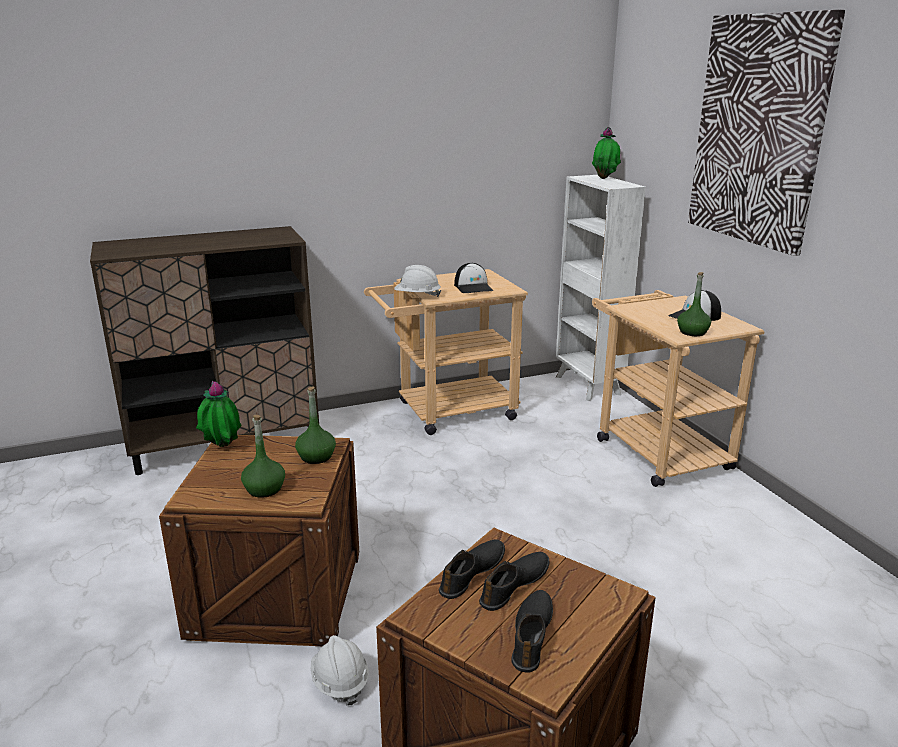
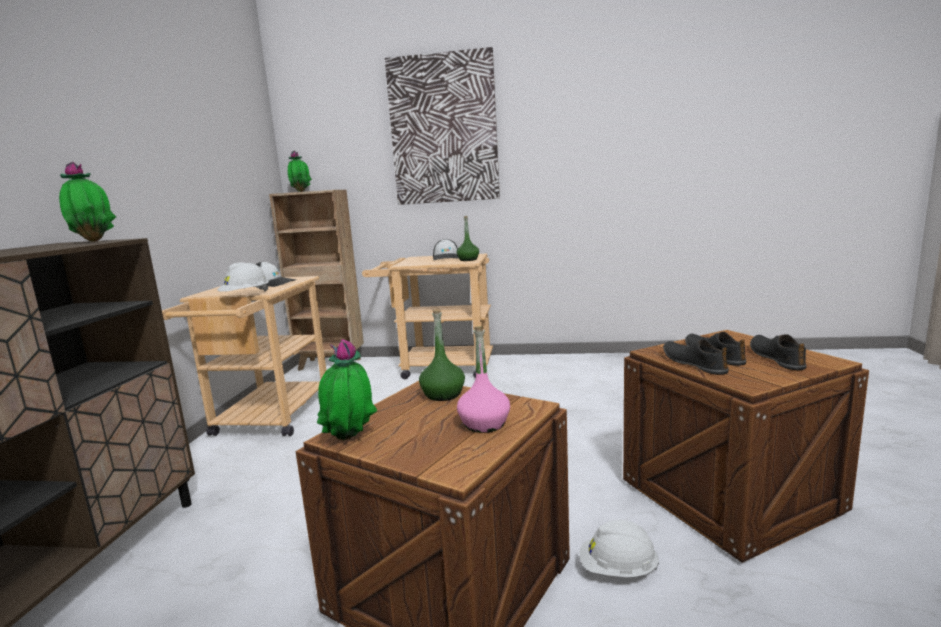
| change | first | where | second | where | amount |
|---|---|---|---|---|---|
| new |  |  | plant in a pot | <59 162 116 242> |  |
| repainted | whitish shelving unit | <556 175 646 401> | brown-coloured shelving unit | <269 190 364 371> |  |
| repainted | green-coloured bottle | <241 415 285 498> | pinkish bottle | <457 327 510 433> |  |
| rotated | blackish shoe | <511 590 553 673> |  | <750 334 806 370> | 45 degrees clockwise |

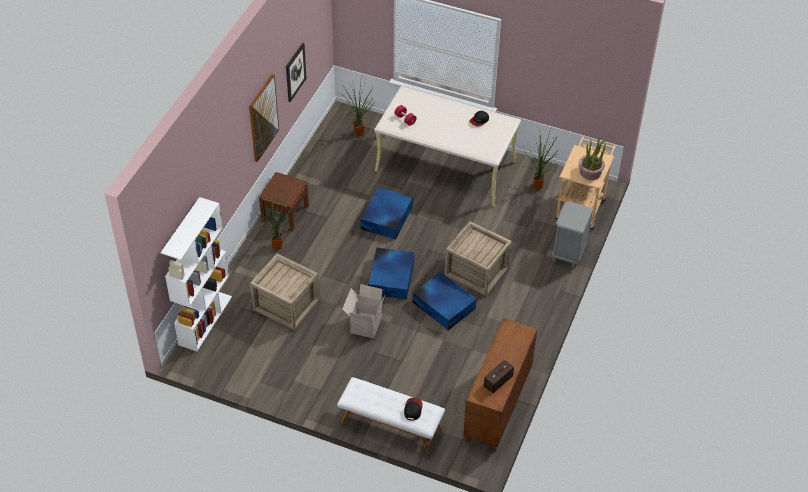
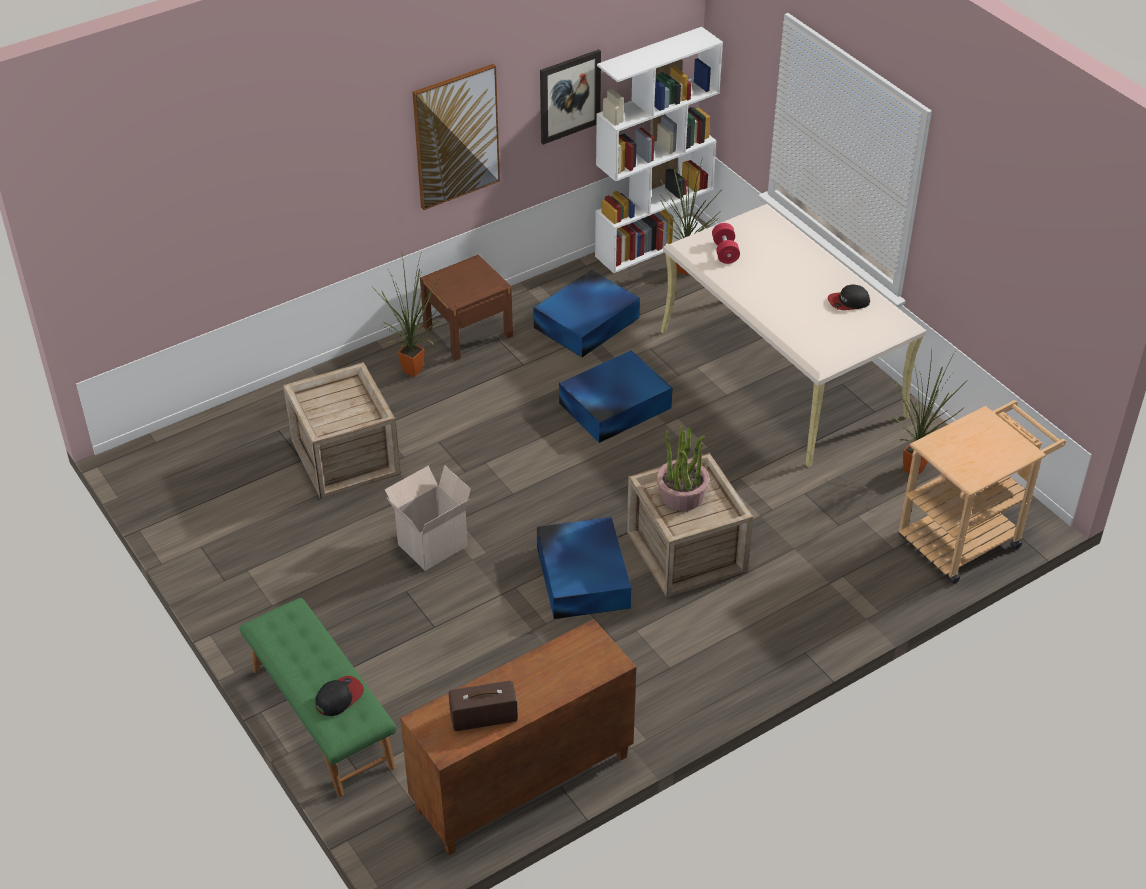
| change | first | where | second | where | amount |
|---|---|---|---|---|---|
| repainted | whitish long seat | <337 377 445 454> | green-coloured long seat | <239 598 396 797> |  |
| shifted | bluish storage container | <368 248 415 299> |  | <533 270 640 357> |  |
| shifted | whitish shelving unit | <161 197 232 352> |  | <595 27 723 273> |  |
| shifted | plant in a pot | <579 138 607 180> |  | <656 425 709 511> |  |
| gone | greyish nightstand | <552 201 594 268> |  |  |  |

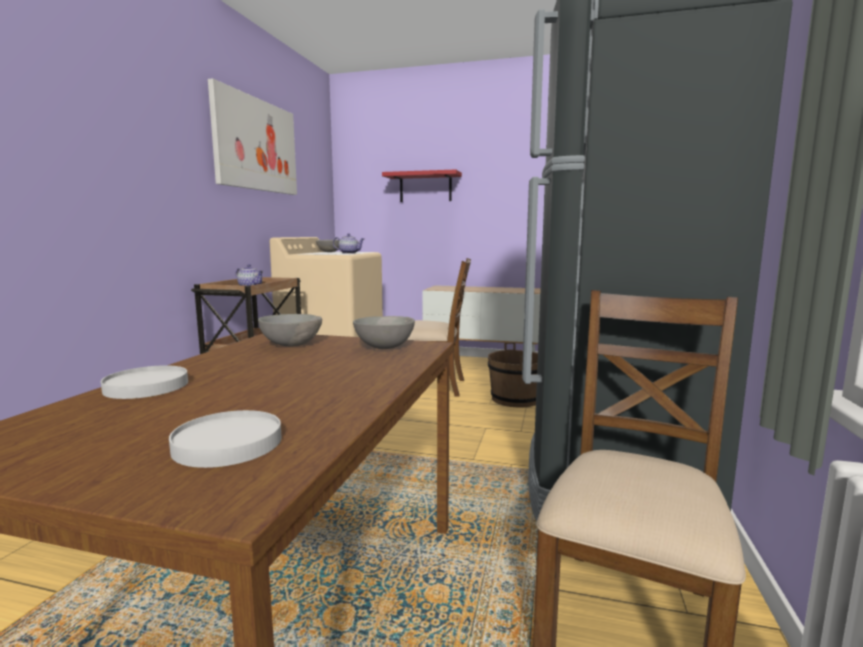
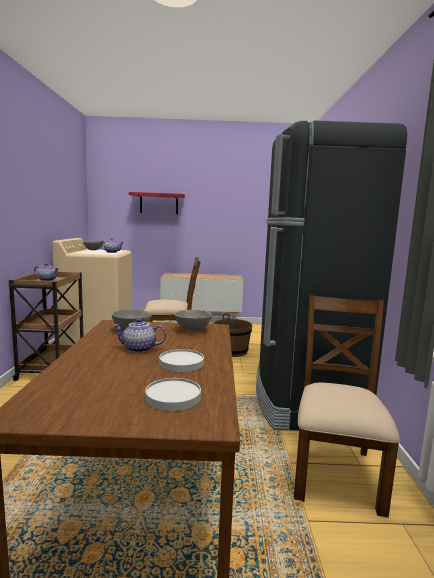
| change | first | where | second | where | amount |
|---|---|---|---|---|---|
| new |  |  | tea pot | <113 318 166 353> |  |
| shifted | whitish dinner plate | <101 365 188 399> |  | <159 349 204 372> |  |
| gone | picture | <208 78 297 195> |  |  |  |

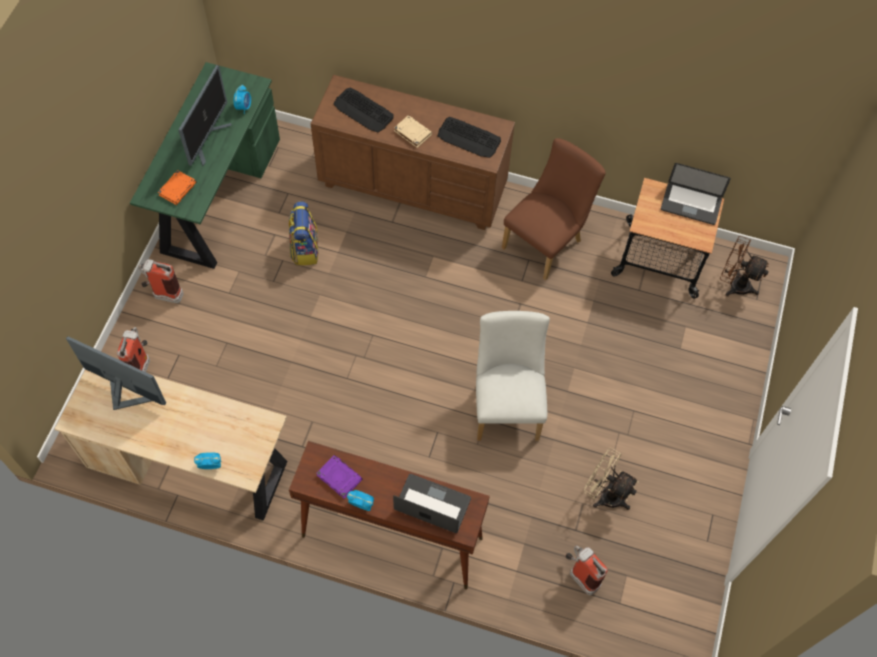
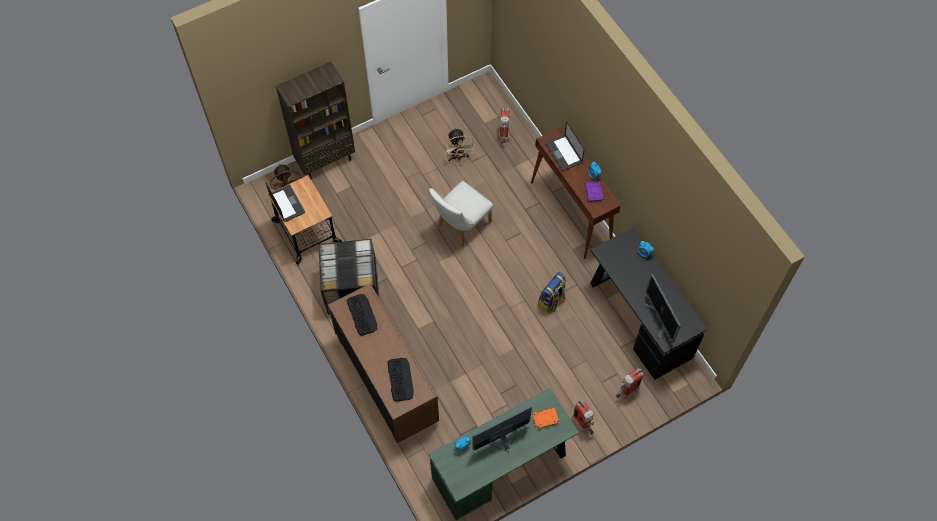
| change | first | where | second | where | amount |
|---|---|---|---|---|---|
| new |  |  | brown-coloured shelving unit | <276 62 355 179> |  |
| swapped | brown-coloured plain chair | <502 138 606 280> | storage container | <319 239 379 314> |  |
| shifted | rucksack | <289 201 318 265> |  | <538 272 567 314> |  |
| repainted | sand-coloured desk unit | <55 369 288 521> | blackish desk unit | <590 228 708 380> |  |
| gone | sand-coloured volume | <394 115 432 148> |  |  |  |

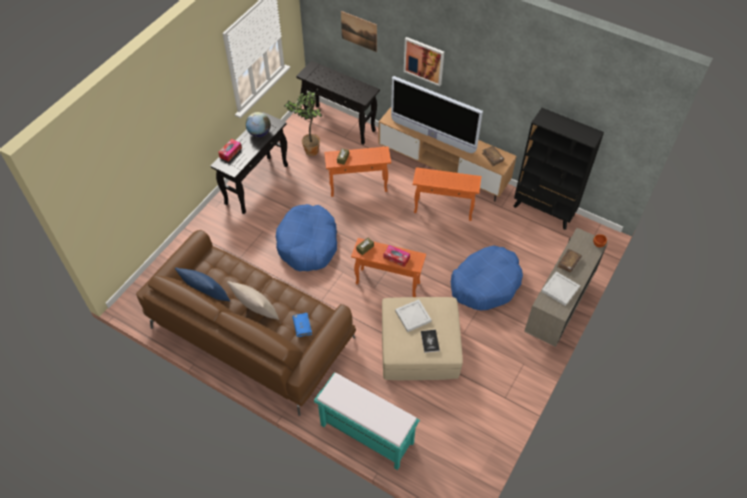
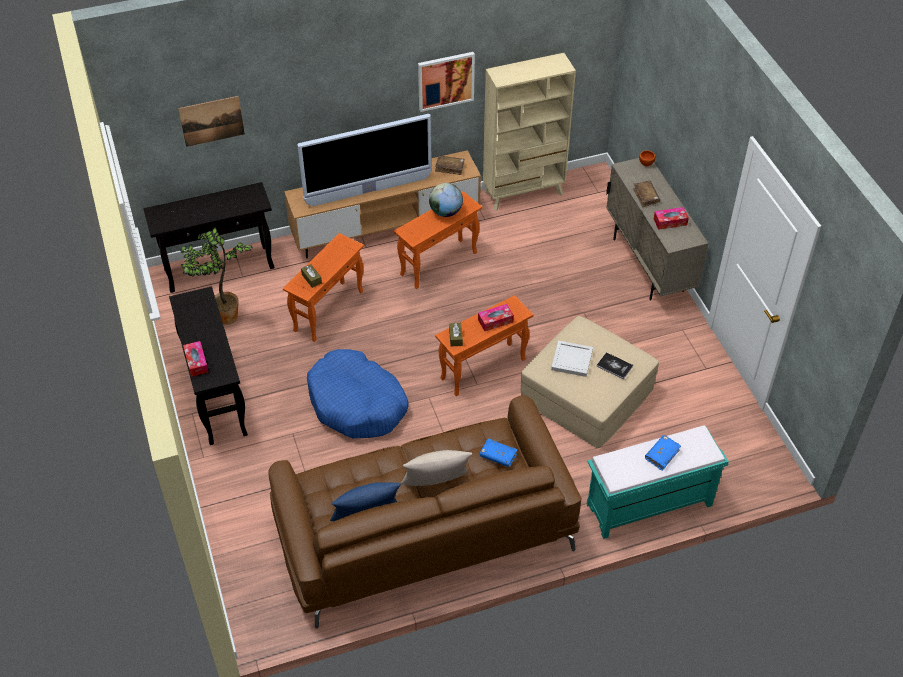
| change | first | where | second | where | amount |
|---|---|---|---|---|---|
| shifted | picture | <404 37 444 86> |  | <418 52 475 112> |  |
| shifted | globe | <246 112 271 137> |  | <429 183 463 217> |  |
| repainted | blackish shelving unit | <514 108 604 230> | sand-coloured shelving unit | <483 53 576 211> |  |
| new |  |  | bluish volume | <645 435 681 471> |  |
| swapped | whitish carrying tray | <541 272 580 306> | tissue box | <654 207 689 230> |  |
| gone | bluish dog bed | <451 245 523 310> |  |  |  |

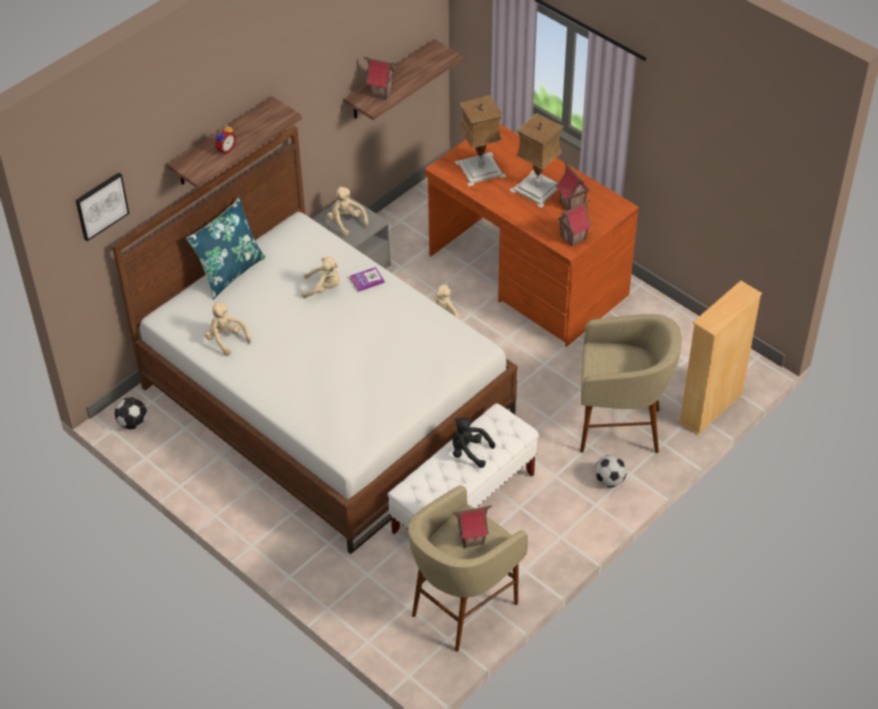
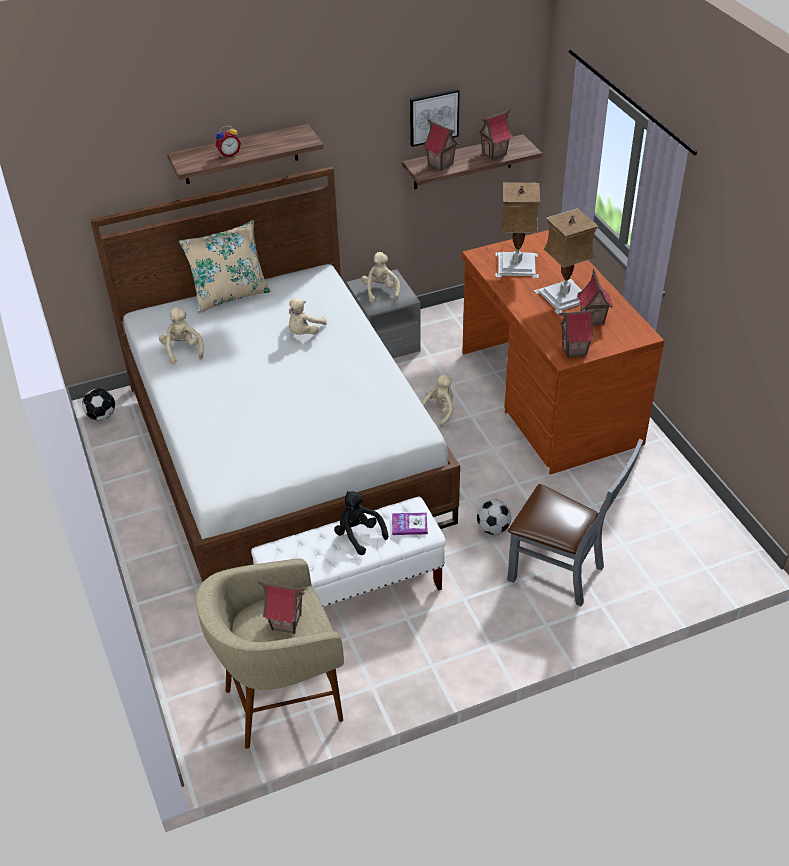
| change | first | where | second | where | amount |
|---|---|---|---|---|---|
| repainted | bluish throw pillow | <186 197 265 299> | sand-coloured throw pillow | <179 220 270 313> |  |
| rotated | sand-coloured soft toy | <302 257 340 298> |  | <288 298 327 335> | 90 degrees clockwise |
| shifted | volume | <350 267 385 292> |  | <392 512 428 535> |  |
| shifted | picture | <75 172 129 241> |  | <410 89 460 147> |  |
| shifted | football | <595 455 627 487> |  | <477 499 511 535> |  |
| new |  |  | toy house | <478 109 513 160> |  |
| swapped | sand-coloured stool | <580 314 682 453> | greyish plain chair | <507 439 643 607> |  |
| gone | sand-coloured shelving unit | <678 280 762 435> |  |  |  |

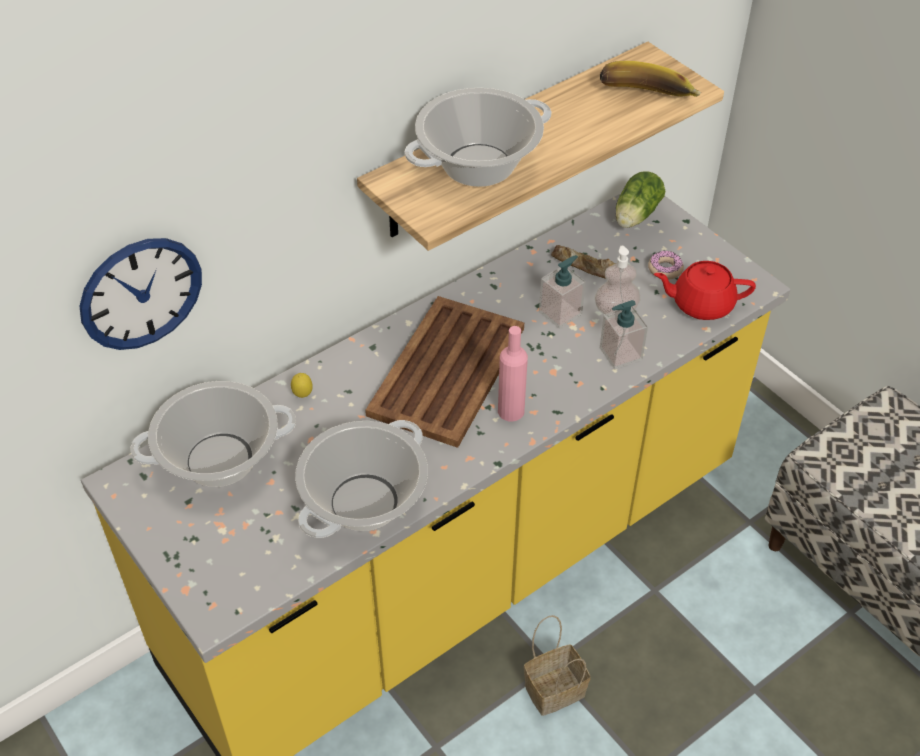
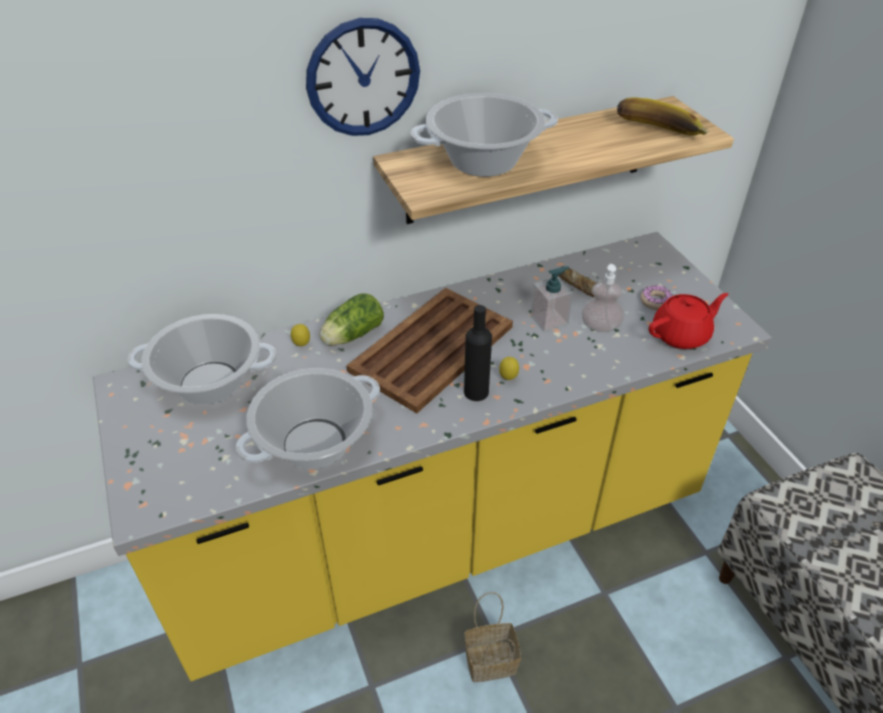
| change | first | where | second | where | amount |
|---|---|---|---|---|---|
| shifted | clock on the wall | <79 238 202 350> |  | <306 18 420 136> |  |
| shifted | lettuce head | <616 171 665 228> |  | <319 293 384 346> |  |
| repainted | pinkish bottle | <498 326 528 422> | blackish bottle | <464 305 492 401> |  |
| new |  |  | lemon | <499 357 519 380> |  |
| rotated | reddish tea pot | <654 261 756 320> |  | <649 293 729 349> | 135 degrees clockwise |
| gone | soap dispenser | <600 300 648 369> |  |  |  |

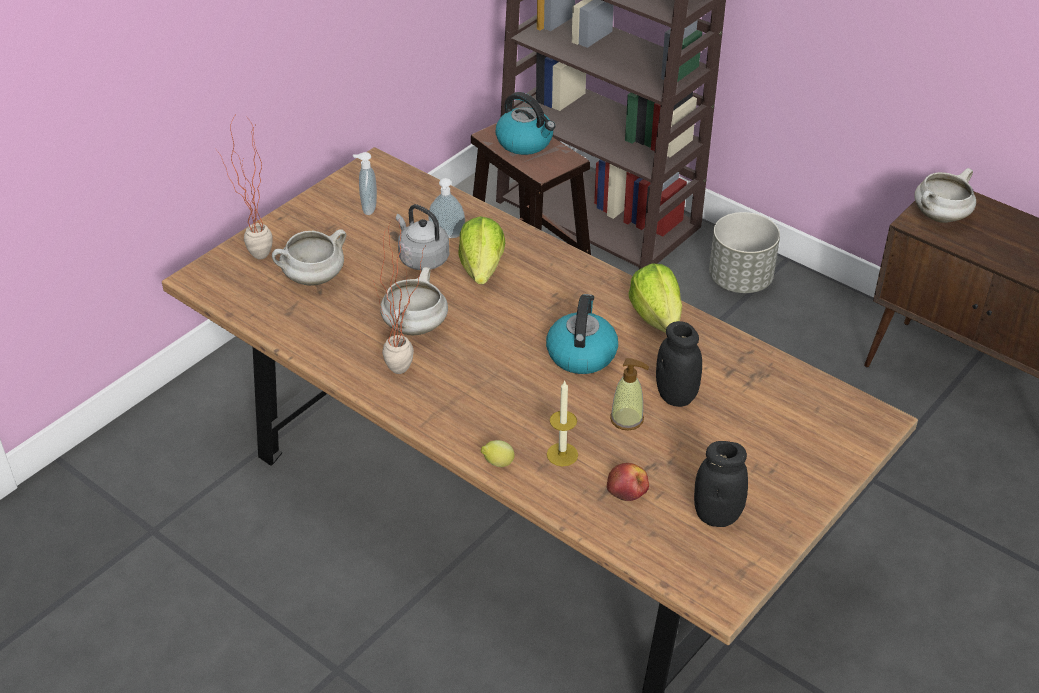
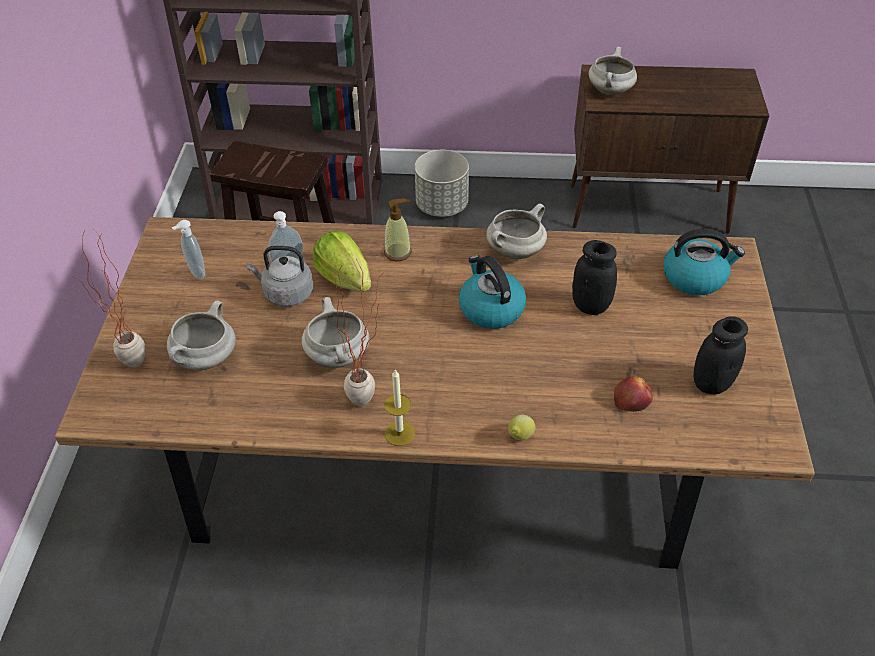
| change | first | where | second | where | amount |
|---|---|---|---|---|---|
| shifted | soap dispenser | <610 358 649 431> |  | <384 199 412 261> |  |
| shifted | wax candle | <547 380 578 466> |  | <384 369 415 446> |  |
| swapped | lettuce head | <629 264 682 333> | whitish saucepot | <486 204 547 260> |  |
| shifted | tea kettle | <496 92 555 155> |  | <664 229 745 296> |  |

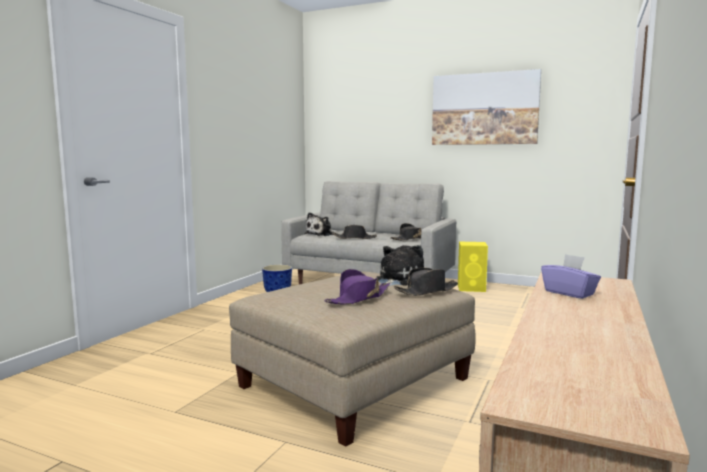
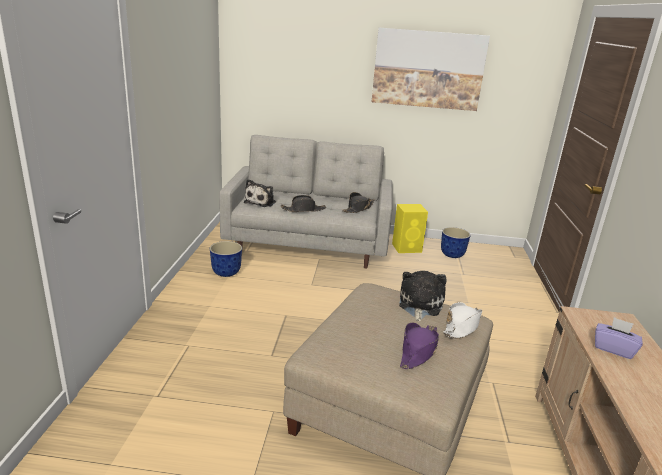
| change | first | where | second | where | amount |
|---|---|---|---|---|---|
| new |  |  | planter | <441 227 471 258> |  |
| repainted | blackish hat | <394 268 458 296> | whitish hat | <443 302 482 338> |  |

